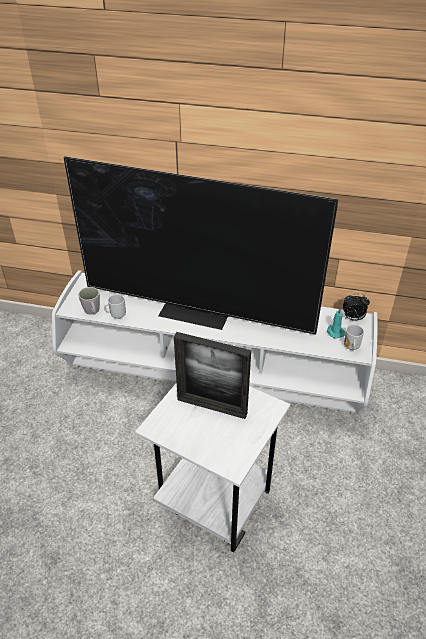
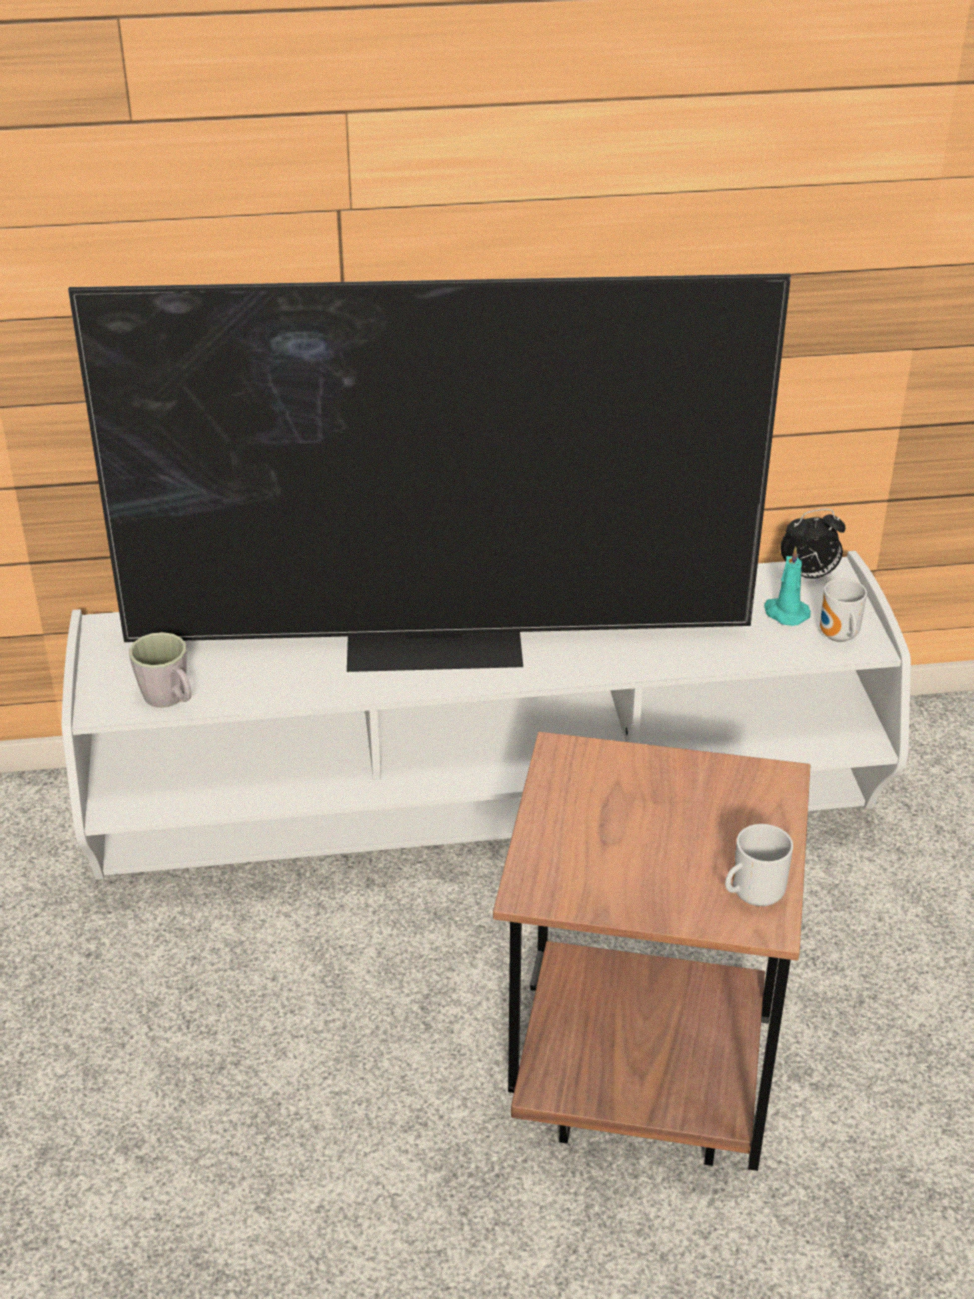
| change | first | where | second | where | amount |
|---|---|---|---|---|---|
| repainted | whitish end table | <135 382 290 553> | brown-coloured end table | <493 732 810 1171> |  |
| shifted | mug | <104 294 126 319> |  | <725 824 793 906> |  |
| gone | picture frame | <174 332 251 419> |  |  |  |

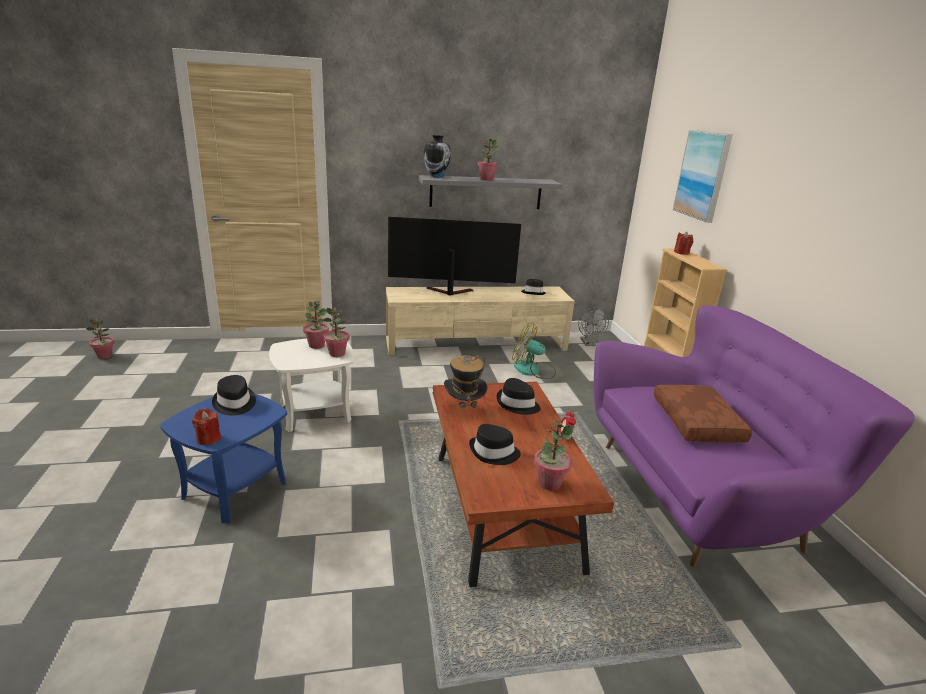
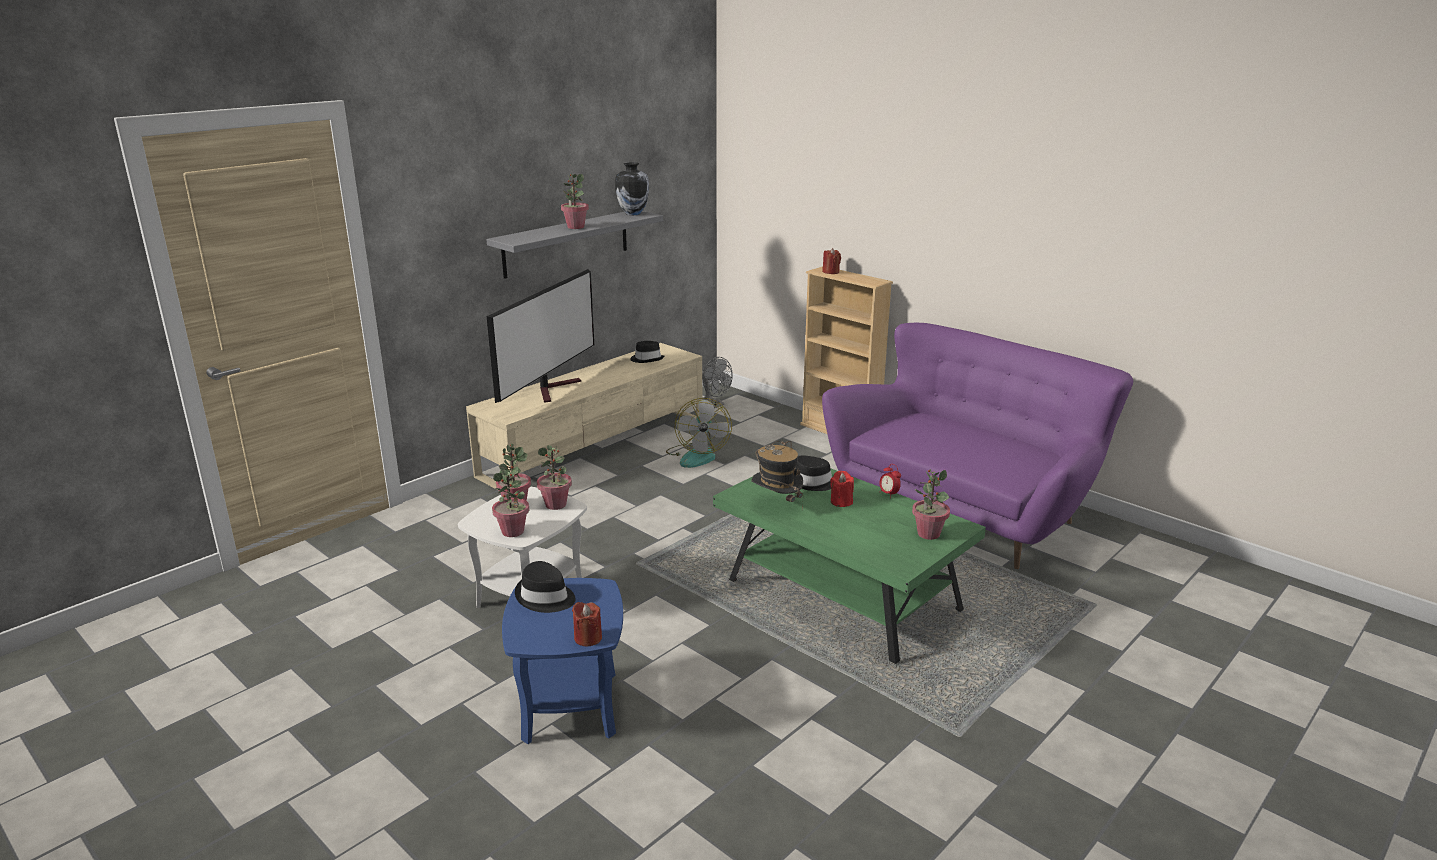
| change | first | where | second | where | amount |
|---|---|---|---|---|---|
| rotated | TV | <388 217 521 295> |  | <487 269 594 403> | 150 degrees clockwise |
| shifted | plant in a pot | <86 319 114 359> |  | <492 470 529 537> |  |
| shifted | vase | <424 135 451 178> |  | <615 162 649 215> |  |
| rotated | fan | <512 323 556 379> |  | <666 398 732 468> | 75 degrees counterclockwise |
| repainted | brown-coloured low table | <433 382 614 587> | green-coloured low table | <713 469 986 664> |  |
| new |  |  | reddish wax candle | <830 471 854 507> |  |
| gone | blackish hat | <469 424 521 465> |  |  |  |
| gone | brown-coloured throw pillow | <654 385 752 443> |  |  |  |
| gone | picture | <673 130 732 223> |  |  |  |

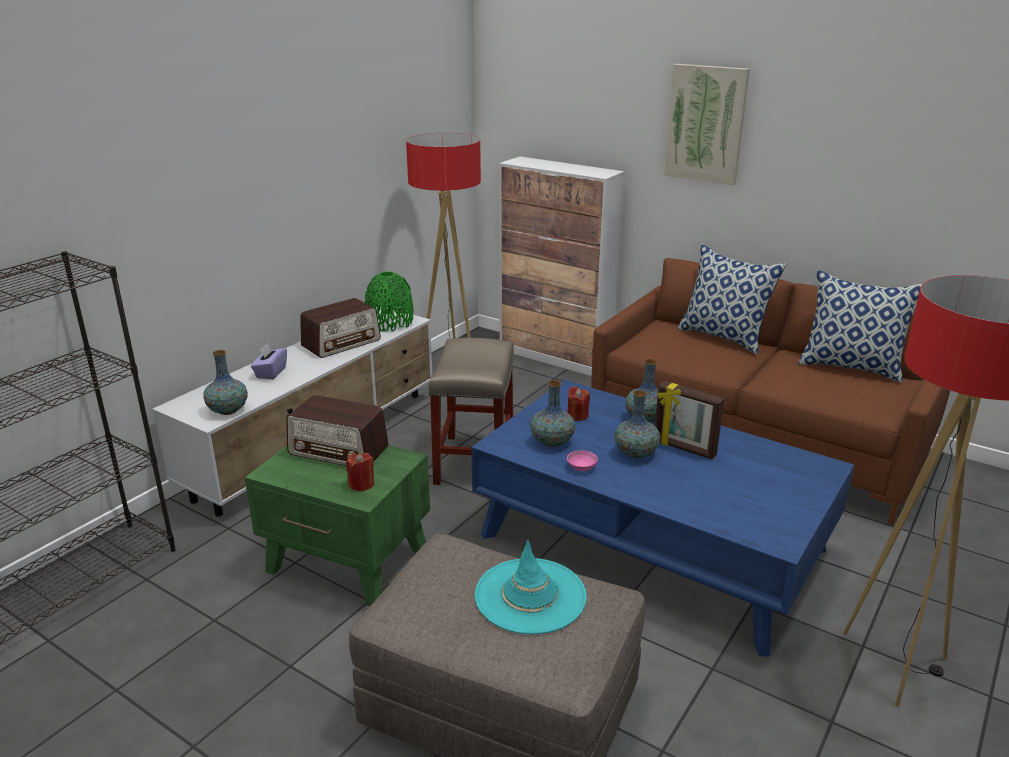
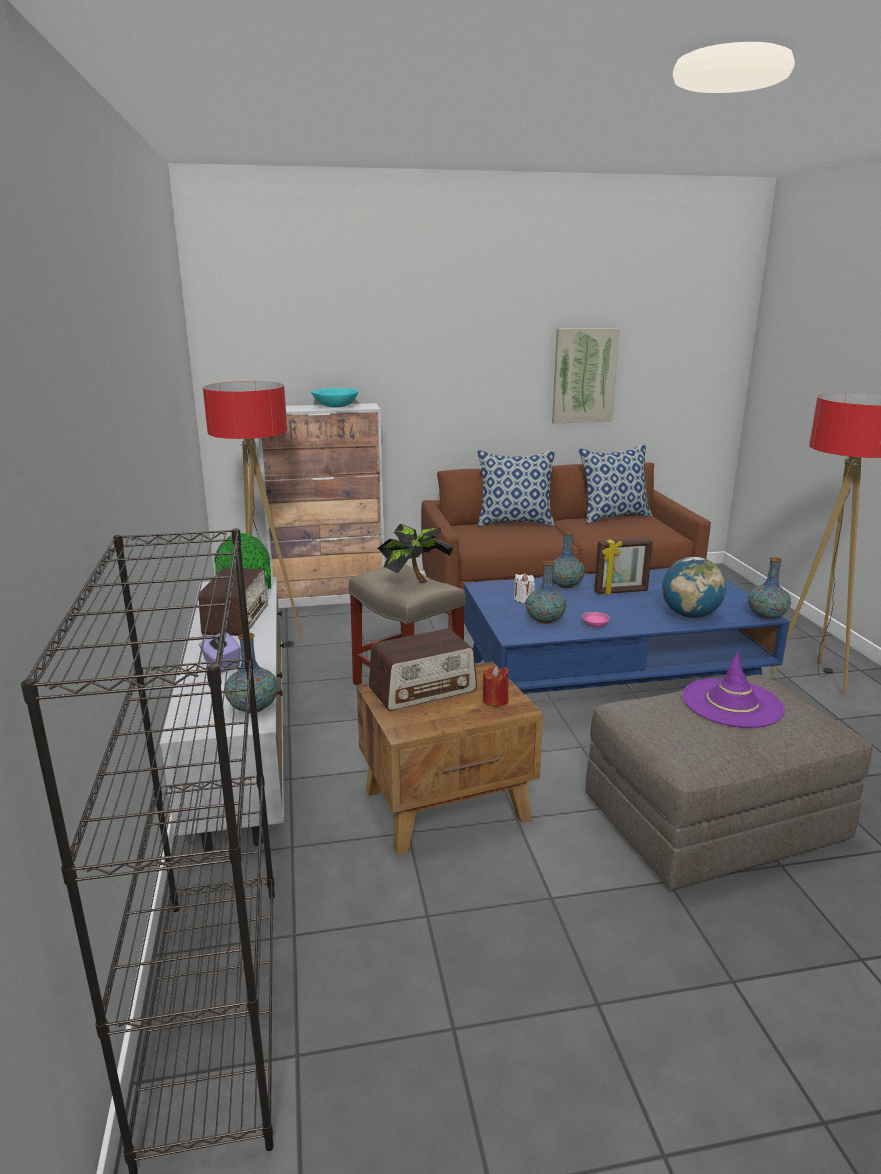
| change | first | where | second | where | amount |
|---|---|---|---|---|---|
| new |  |  | turquoise-coloured serving bowl | <311 388 359 407> |  |
| repainted | green-coloured end table | <245 445 430 606> | brown-coloured end table | <356 662 543 855> |  |
| new |  |  | plant in a pot | <377 524 454 583> |  |
| repainted | reddish wax candle | <567 386 590 421> | whitish wax candle | <514 573 535 603> |  |
| shifted | picture | <664 64 750 185> |  | <552 328 619 423> |  |
| new |  |  | globe | <662 557 726 618> |  |
| repainted | turquoise-coloured hat | <475 540 586 634> | purplish hat | <682 651 785 728> |  |
| shifted | vase | <615 390 660 459> |  | <748 557 791 619> |  |

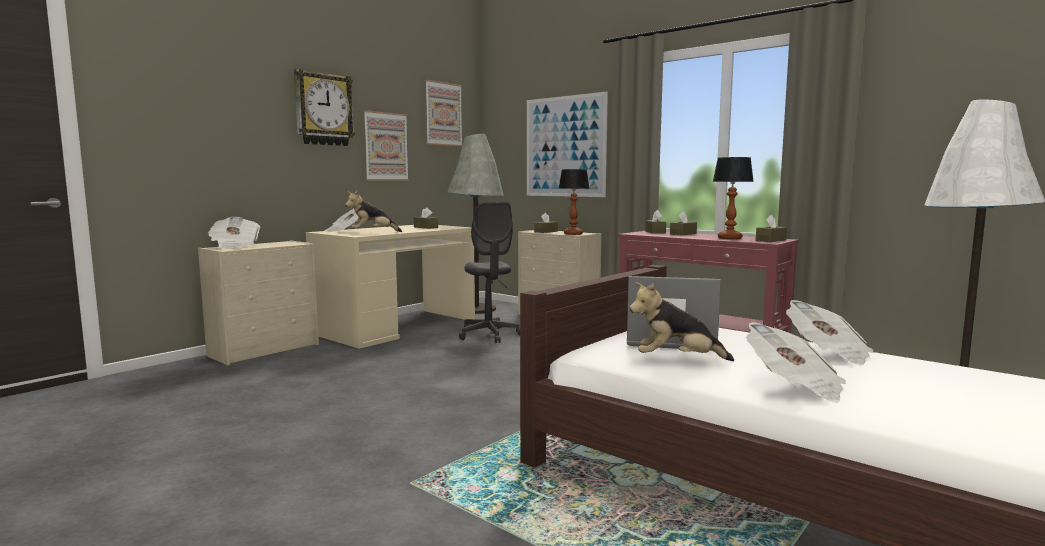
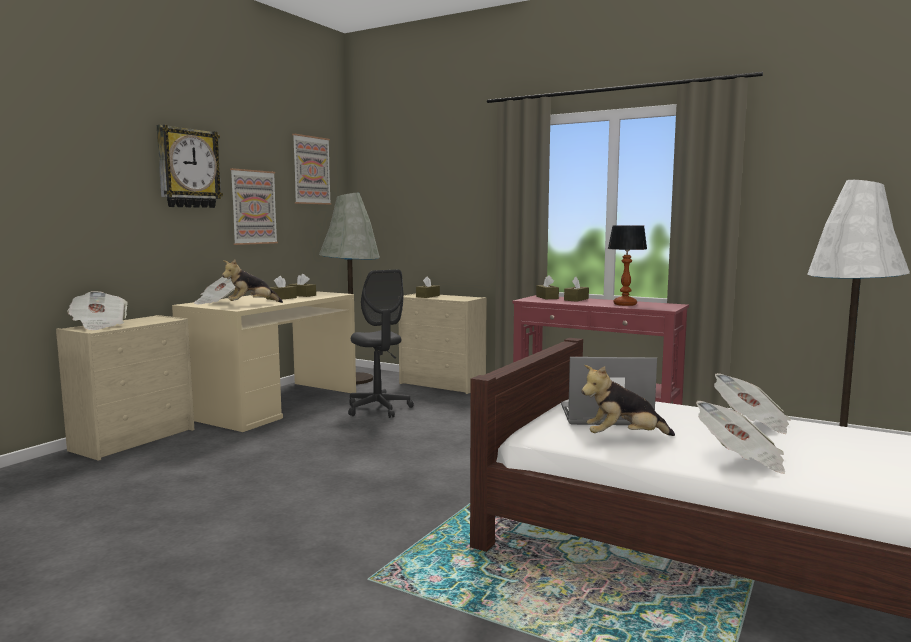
| change | first | where | second | where | amount |
|---|---|---|---|---|---|
| shifted | brown-coloured tissue box | <756 214 787 242> |  | <266 276 297 300> |  |
| gone | picture | <527 92 608 197> |  |  |  |
| gone | tabletop lamp | <558 169 590 235> |  |  |  |

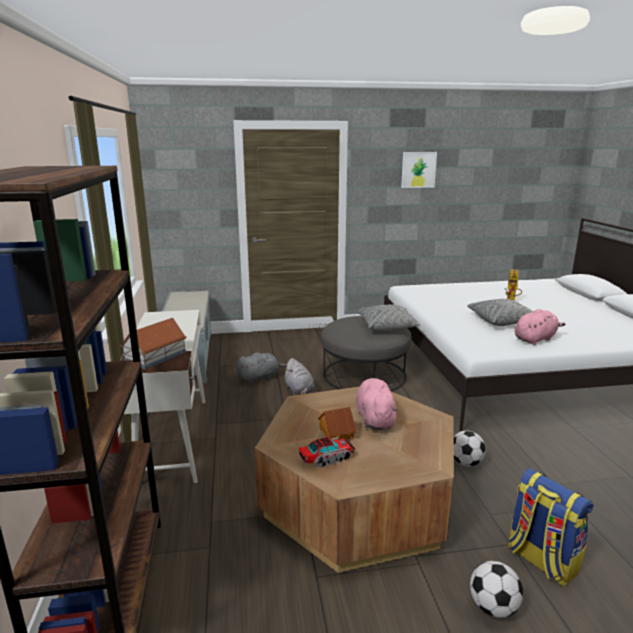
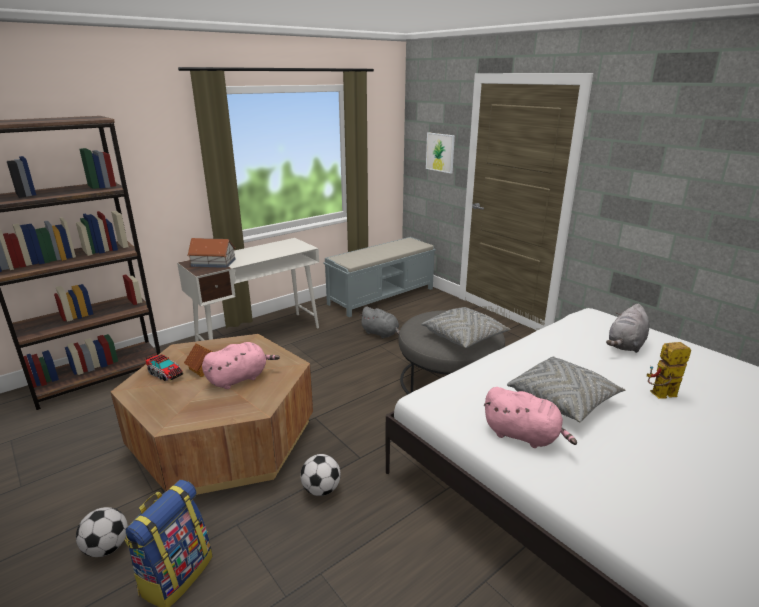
| change | first | where | second | where | amount |
|---|---|---|---|---|---|
| shifted | picture | <401 152 437 188> |  | <426 132 455 174> |  |
| shifted | greyish soft toy | <284 358 314 395> |  | <606 304 649 353> |  |

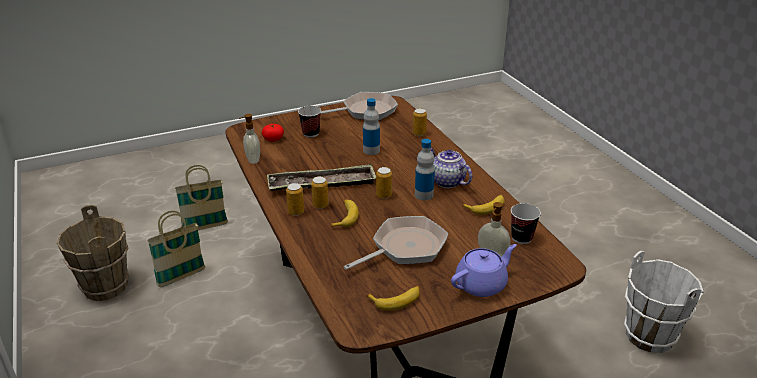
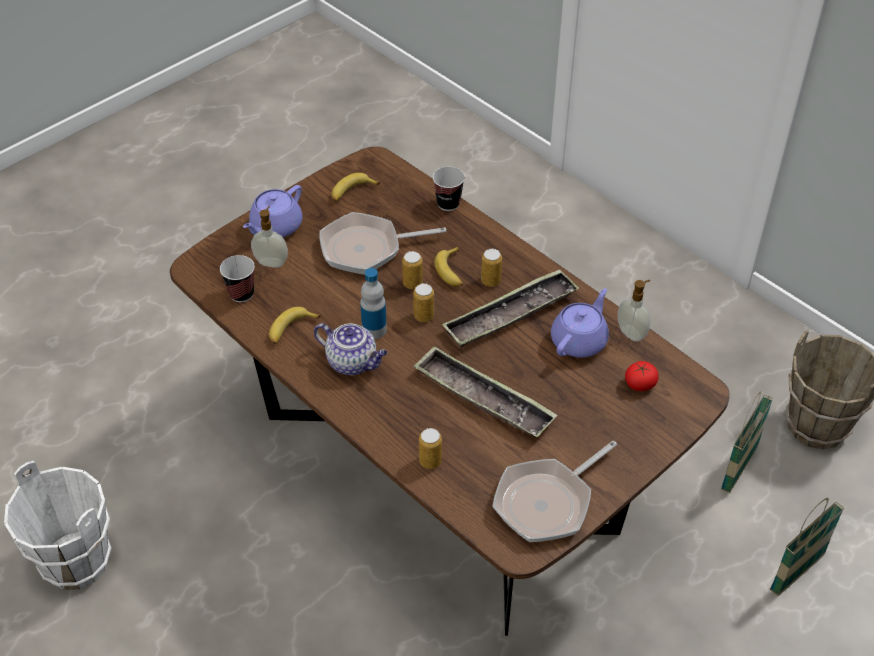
| change | first | where | second | where | amount |
|---|---|---|---|---|---|
| rotated | pan | <344 216 448 270> |  | <319 212 446 275> | 45 degrees clockwise |
| shifted | metal can | <286 183 304 216> |  | <402 251 423 289> |  |
| swapped | bottle | <363 98 380 155> | carrying tray | <413 346 558 437> |  |
| shifted | small cup | <298 106 321 137> |  | <433 167 465 211> |  |
| new |  |  | purplish tea pot | <551 288 609 358> |  |

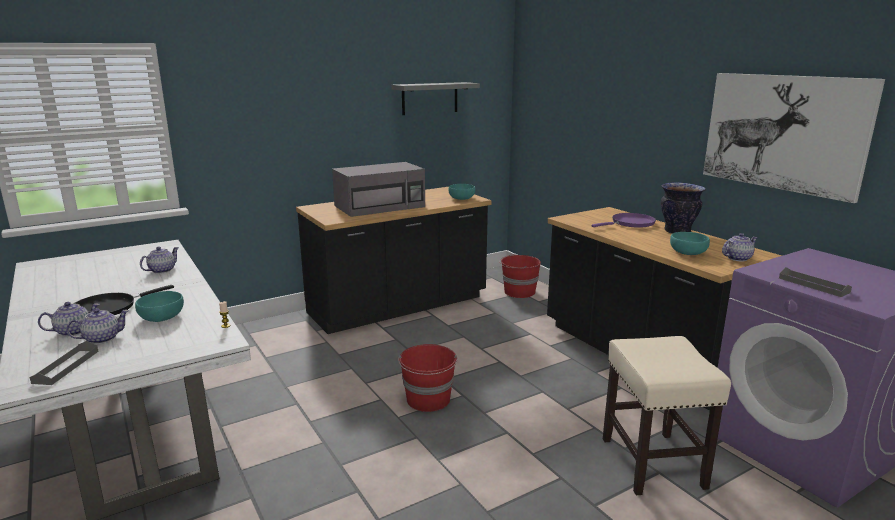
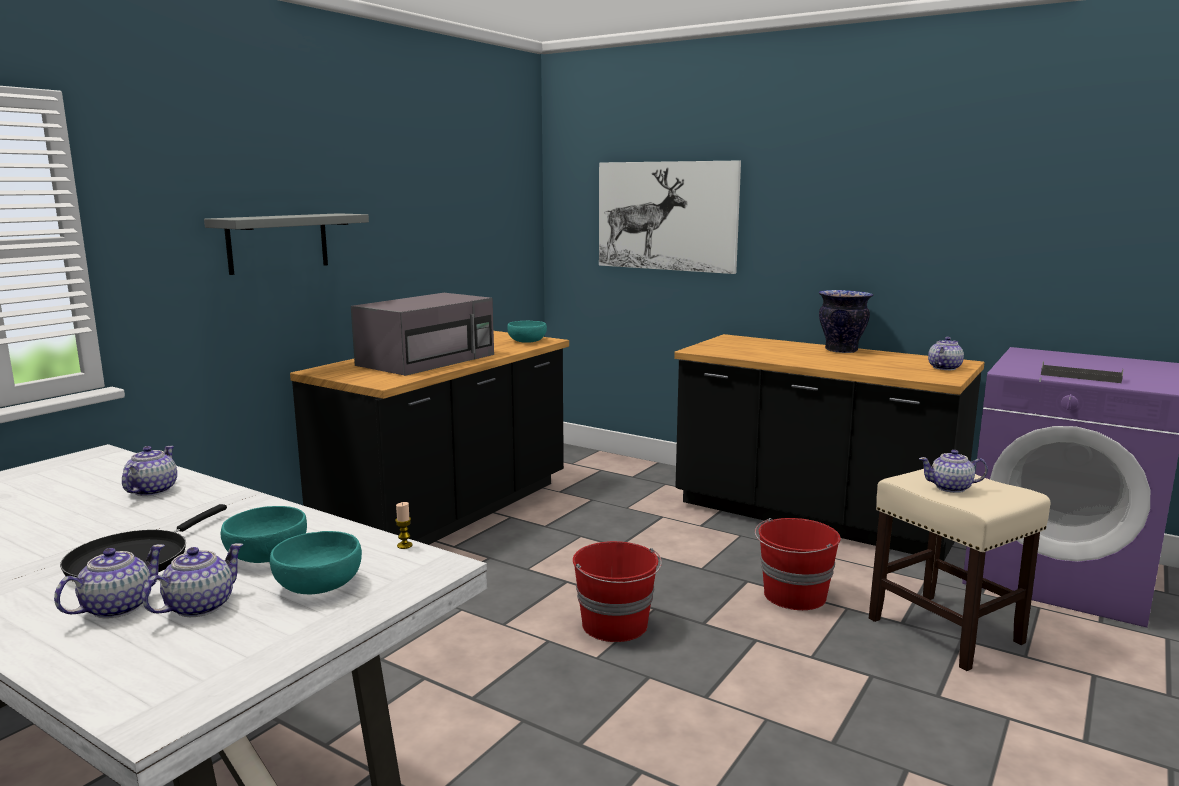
| change | first | where | second | where | amount |
|---|---|---|---|---|---|
| shifted | greyish wall shelf | <392 82 480 115> |  | <204 213 369 275> |  |
| shifted | turquoise-coloured serving bowl | <670 232 710 255> |  | <270 531 362 594> |  |
| shifted | picture | <703 73 885 203> |  | <599 161 741 274> |  |
| shifted | reddish pail | <499 254 541 298> |  | <755 518 841 610> |  |
| new |  |  | tea pot | <919 450 988 493> |  |
| gone | greyish carrying tray | <30 341 99 385> |  |  |  |
| gone | purplish pan | <592 213 656 228> |  |  |  |

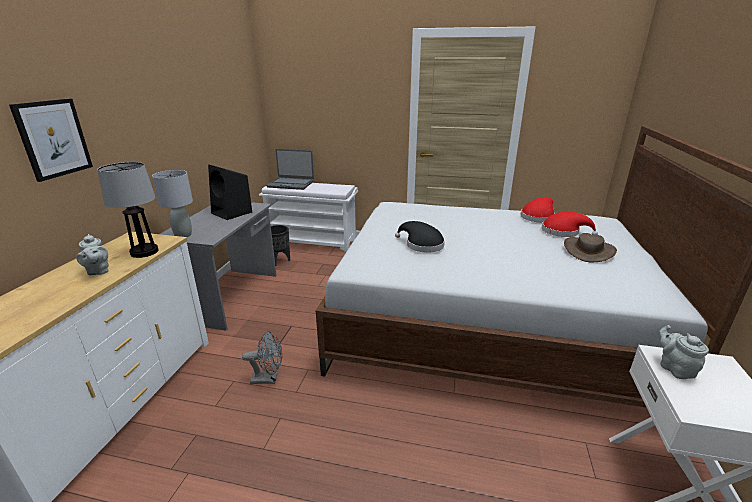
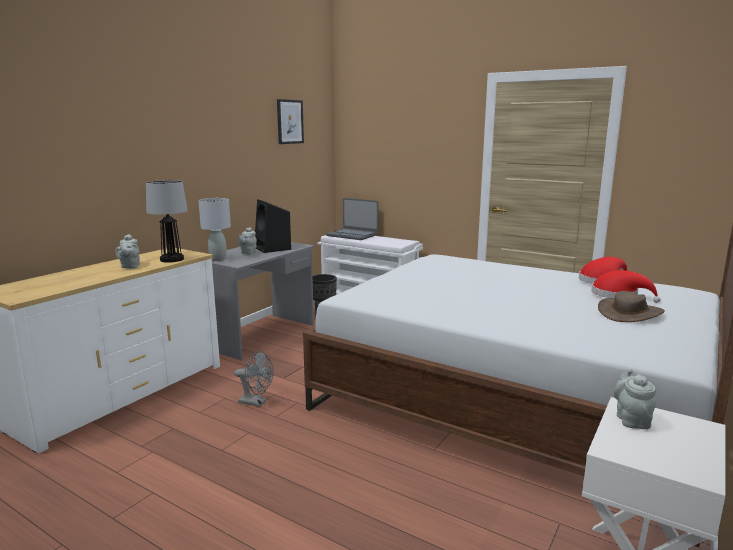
| change | first | where | second | where | amount |
|---|---|---|---|---|---|
| new |  |  | greyish tea pot | <238 227 257 254> |  |
| shifted | picture | <9 98 93 182> |  | <277 99 304 144> |  |
| gone | blackish hat | <395 221 445 253> |  |  |  |

